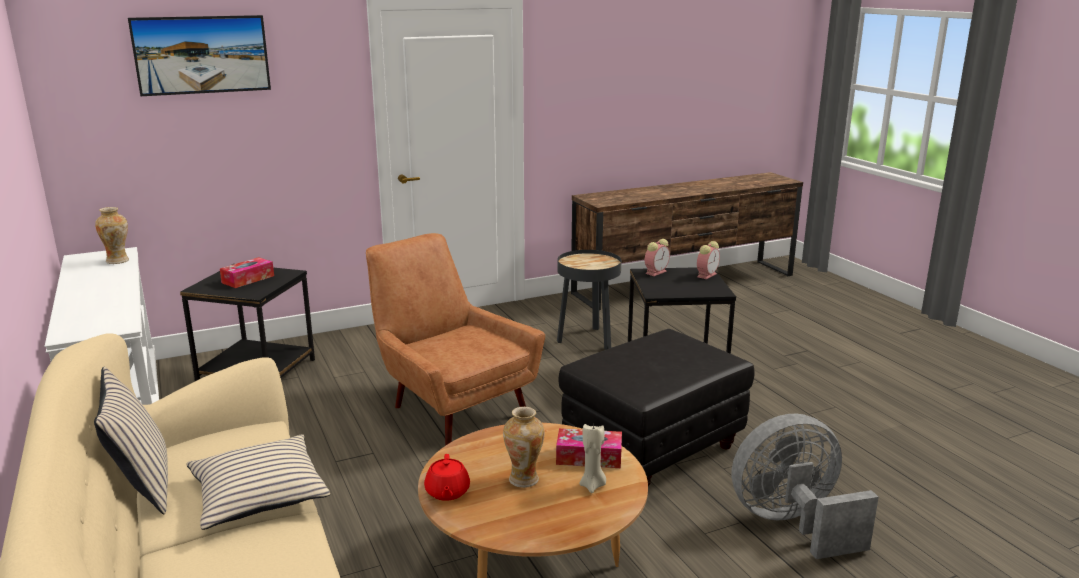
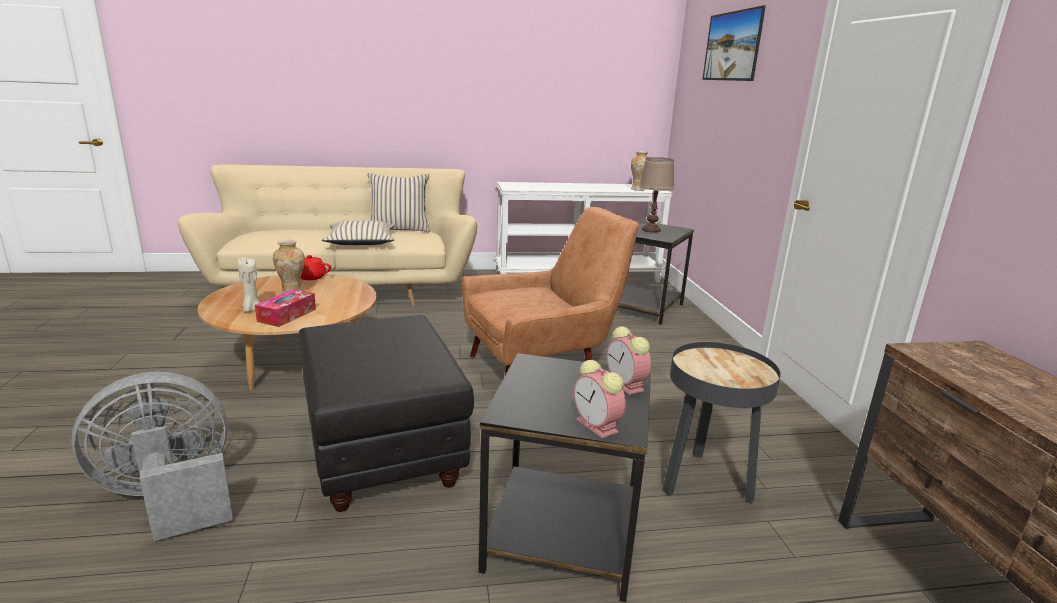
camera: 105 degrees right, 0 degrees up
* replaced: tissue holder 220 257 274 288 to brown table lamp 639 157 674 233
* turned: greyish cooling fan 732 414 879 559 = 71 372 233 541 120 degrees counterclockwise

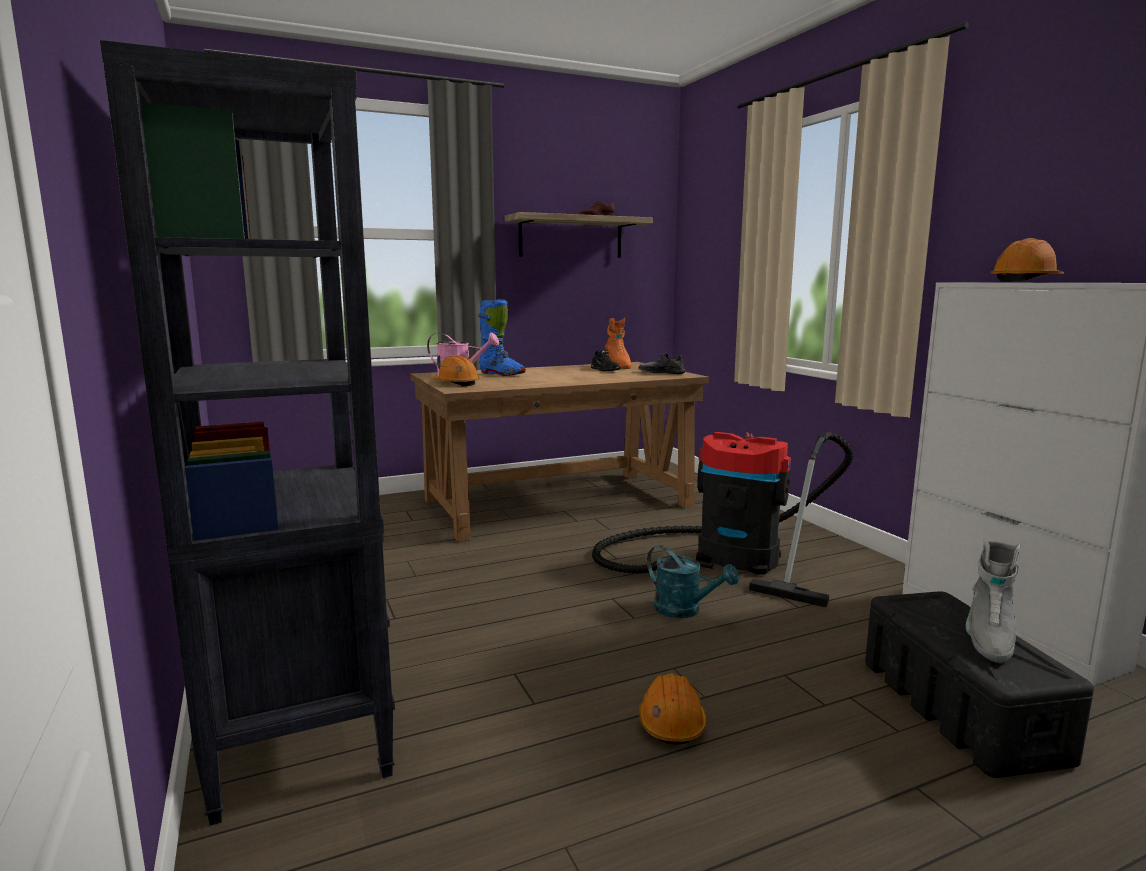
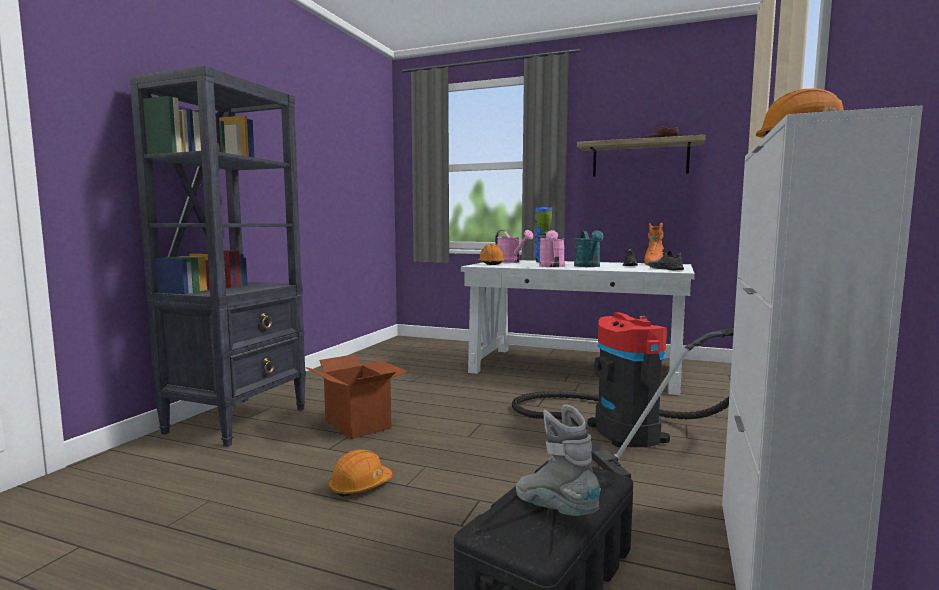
camera: 45 degrees right, 5 degrees down
* recoloured: brown desk 410 362 709 542 to whitish desk 461 260 695 395
* moved: turquoise-coloured watering pot 647 545 739 618 to 574 230 604 267
* turned: greyish tall boot 966 539 1021 663 = 516 404 601 516 75 degrees clockwise
* added: carton 305 354 408 439
* added: pink watering pot 539 230 565 267

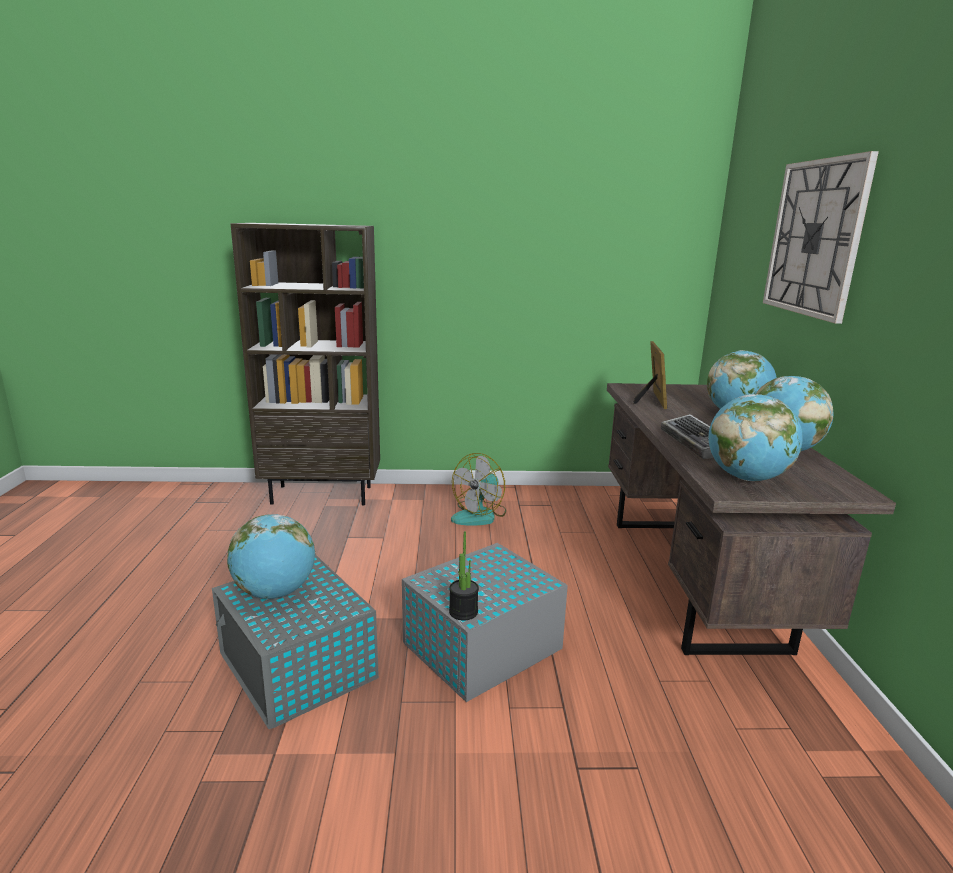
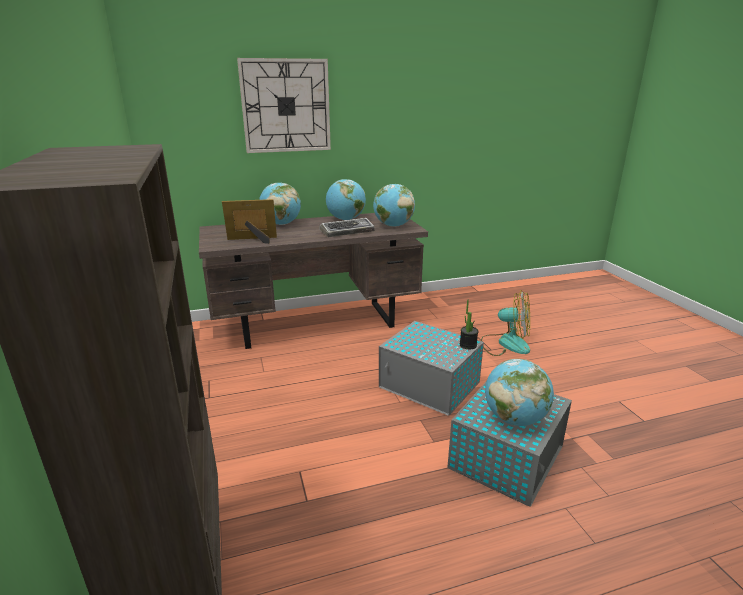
camera: 105 degrees left, 5 degrees up
* moved: cooling fan 451 453 506 526 to 481 290 530 356

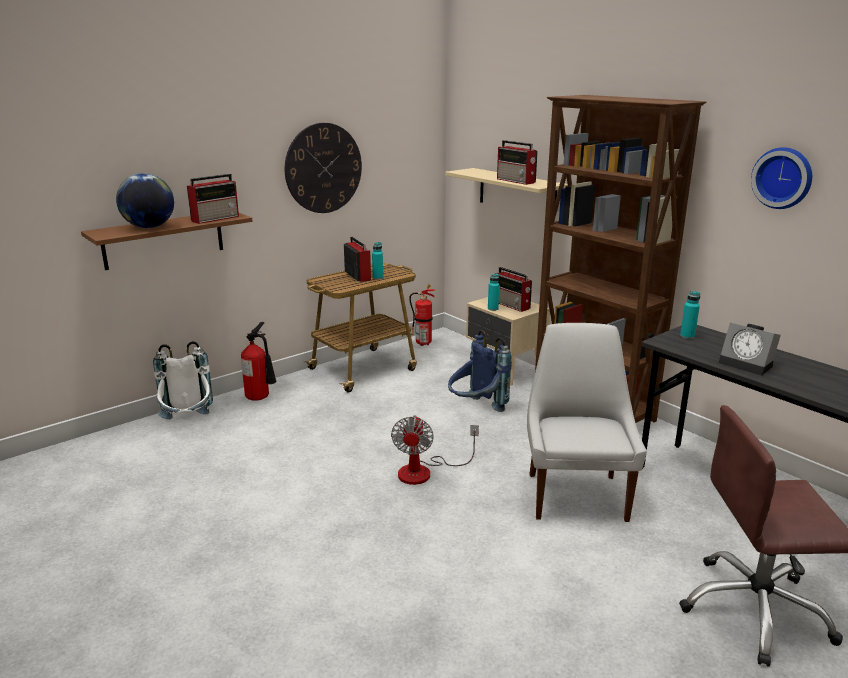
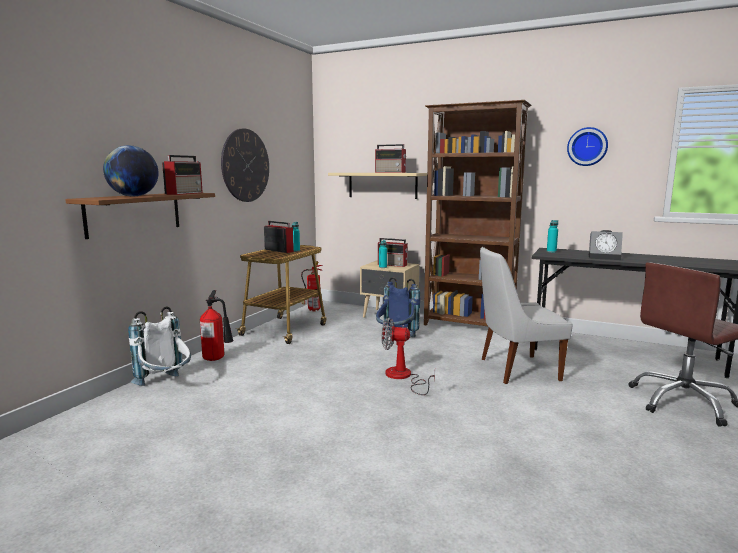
camera: 25 degrees left, 10 degrees down
* turned: cooling fan 391 415 479 485 = 382 318 435 395 120 degrees clockwise
* turned: whitish plain chair 527 323 647 522 = 480 247 572 384 75 degrees counterclockwise

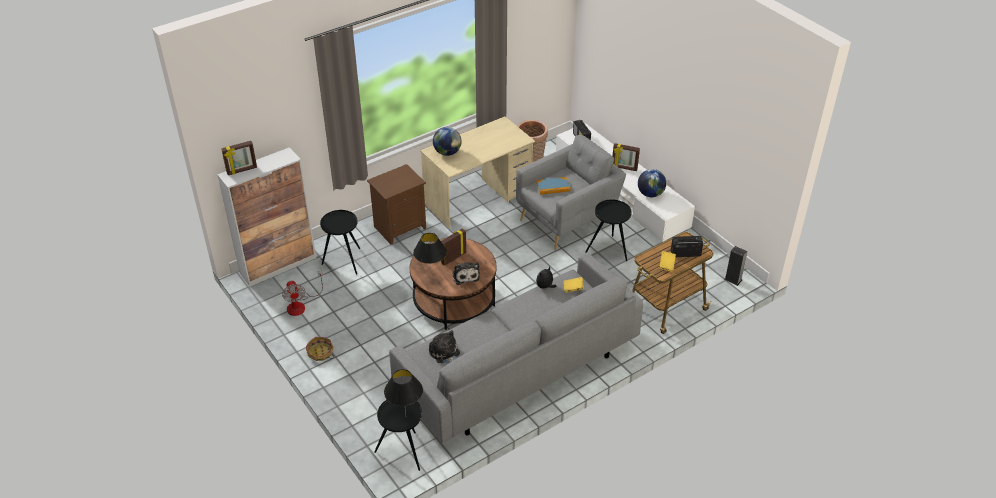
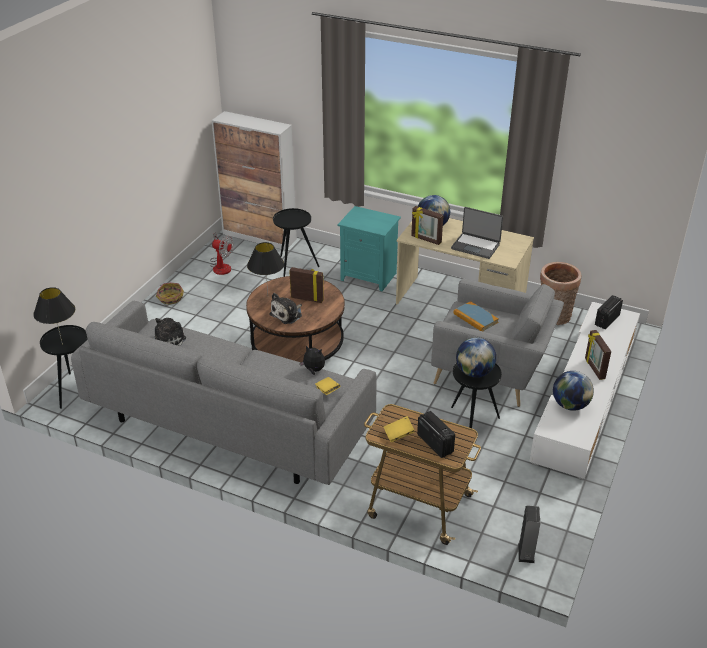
camera: 60 degrees right, 5 degrees down
* moved: standing frame 221 141 257 175 to 411 206 443 245
* turned: cooling fan 282 270 323 316 = 210 232 233 275 105 degrees counterclockwise
* recoloured: brown bedside table 367 164 426 244 to turquoise-coloured bedside table 338 206 401 291
* added: portable computer 451 207 503 259
* added: globe 456 337 496 377

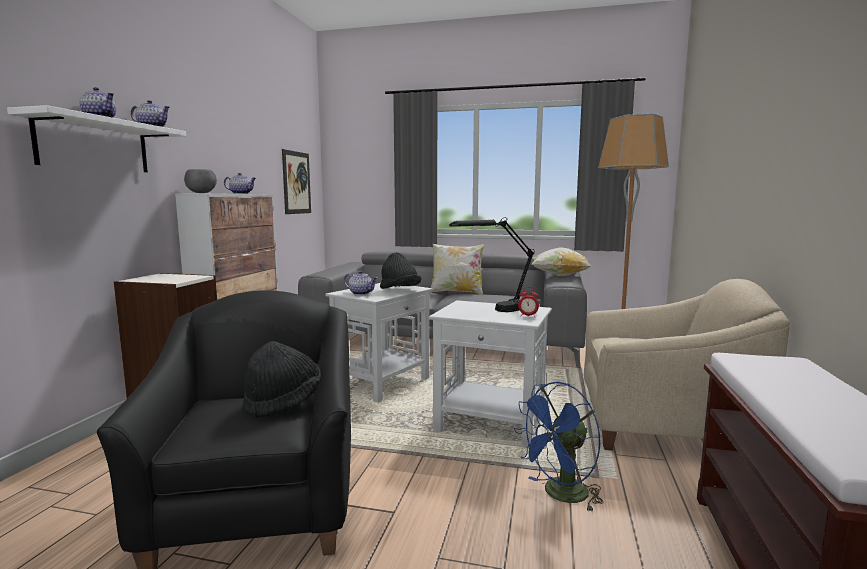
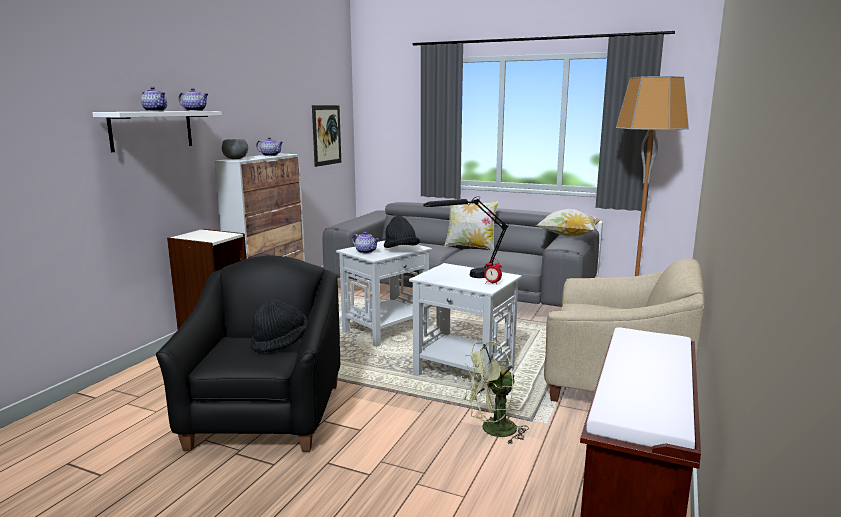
camera: 10 degrees right, 5 degrees up
* recoloured: blue cooling fan 514 382 603 511 to green cooling fan 461 342 529 445

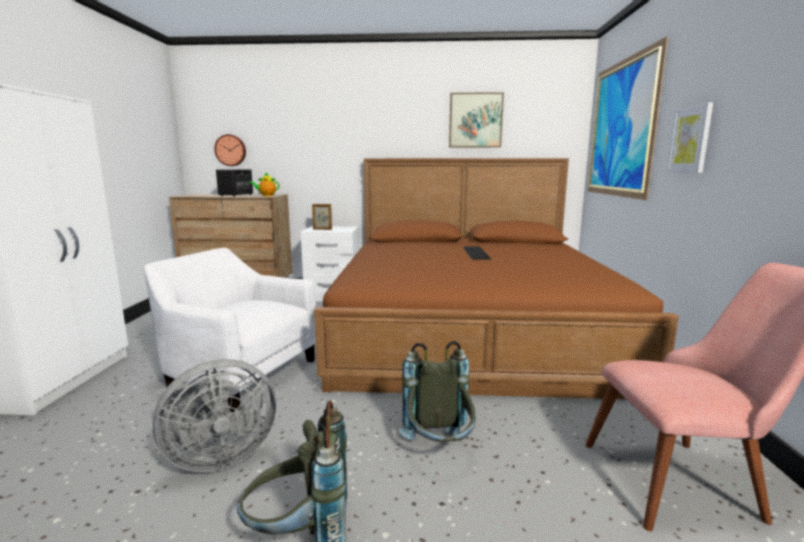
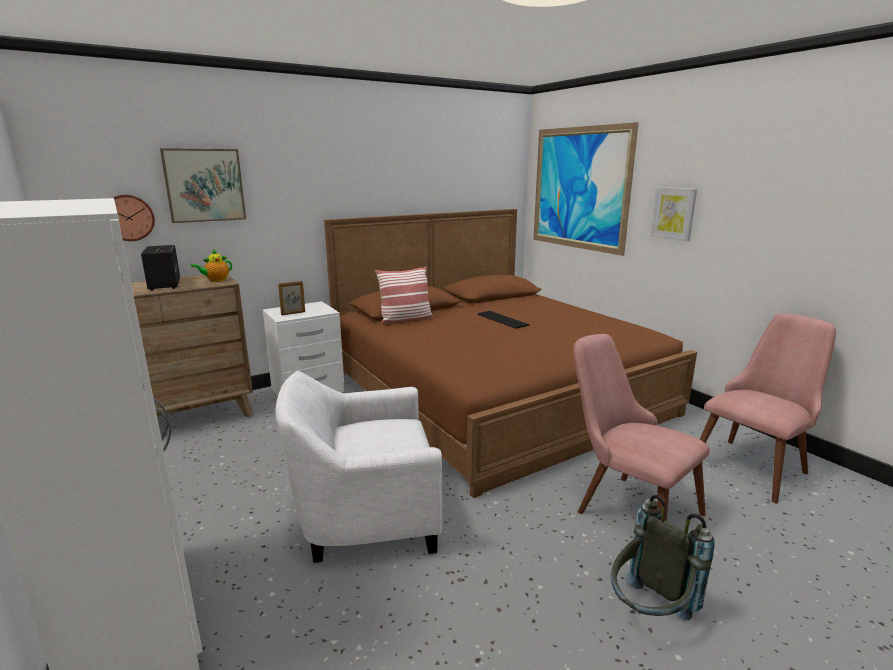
camera: 35 degrees left, 5 degrees up
* removed: greyish cooling fan 153 359 276 472
* replaced: greyish backpack 399 341 476 442 to pink plain chair 573 334 710 522
* moved: wall picture 449 92 504 147 to 160 148 246 223
* added: pillow 375 267 434 324

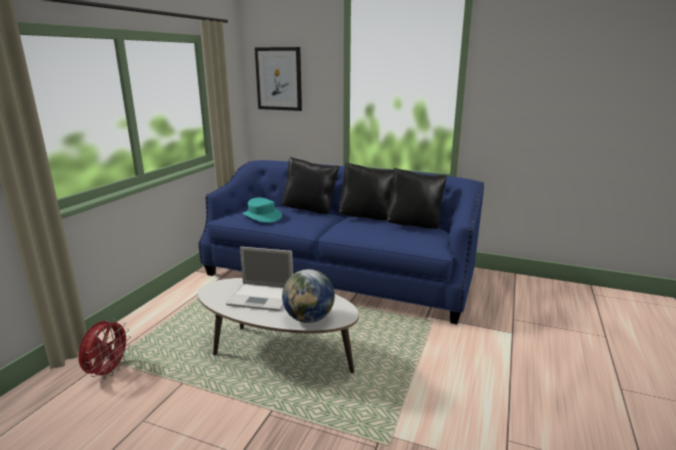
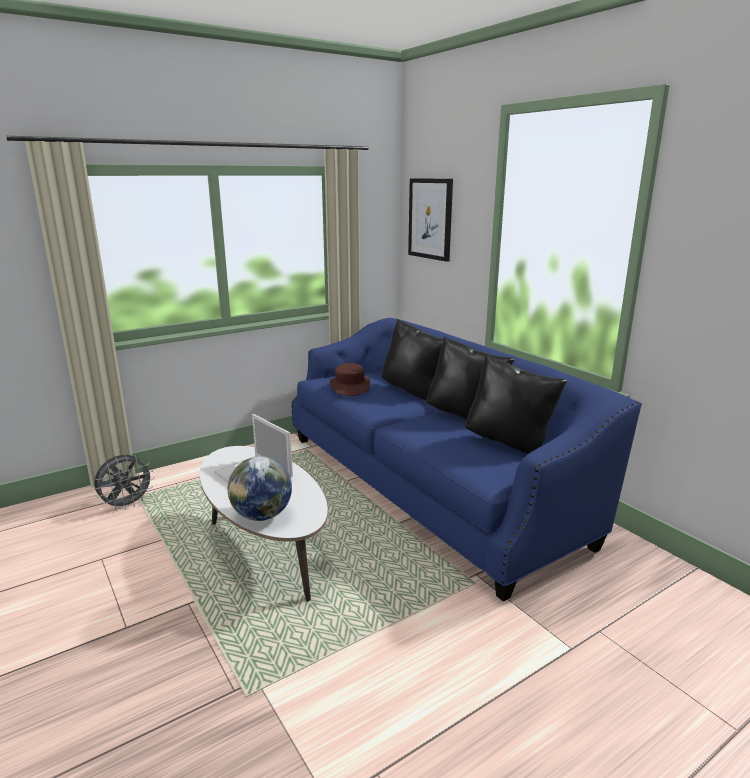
camera: 35 degrees right, 0 degrees up
* recoloured: red-coloured cooling fan 78 319 131 379 to greyish cooling fan 94 455 155 510
* recoloured: turquoise-coloured wearable hat 243 197 282 223 to brown wearable hat 330 363 370 396

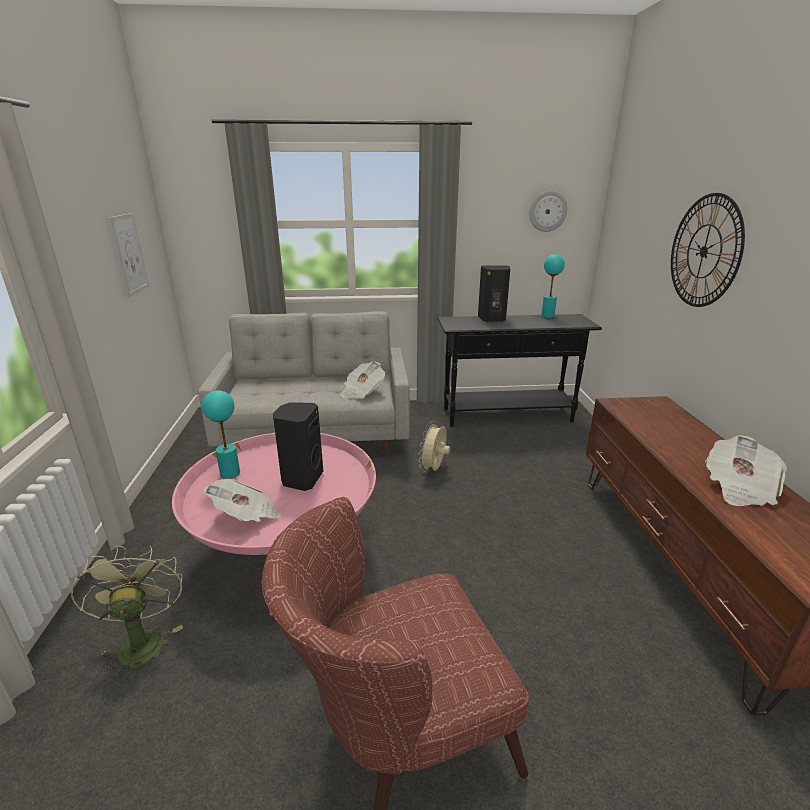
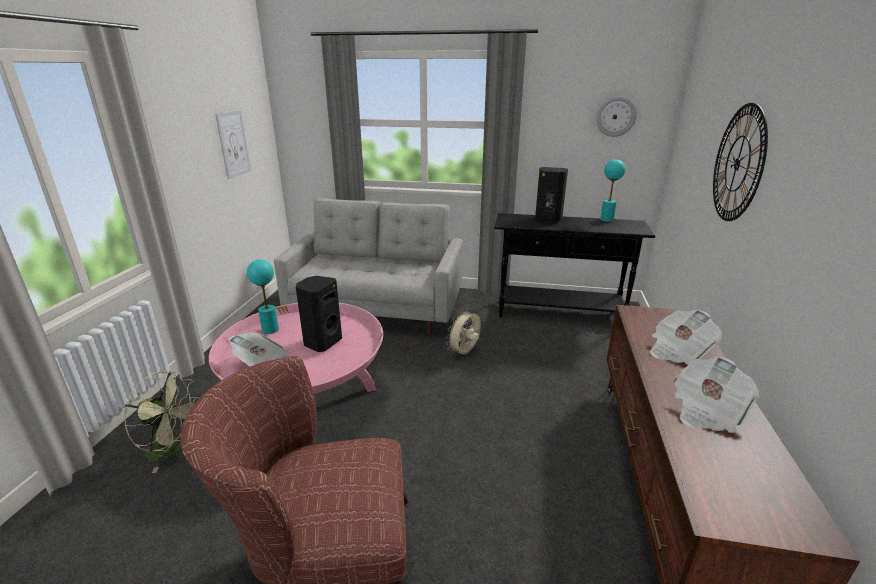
camera: 15 degrees right, 0 degrees up
* turned: green cooling fan 70 546 183 682 = 125 371 198 473 105 degrees clockwise
* moved: printed paper 340 362 385 399 to 650 310 722 365

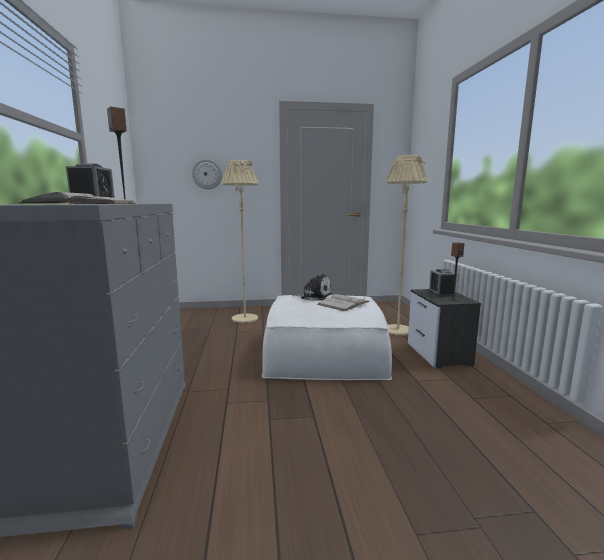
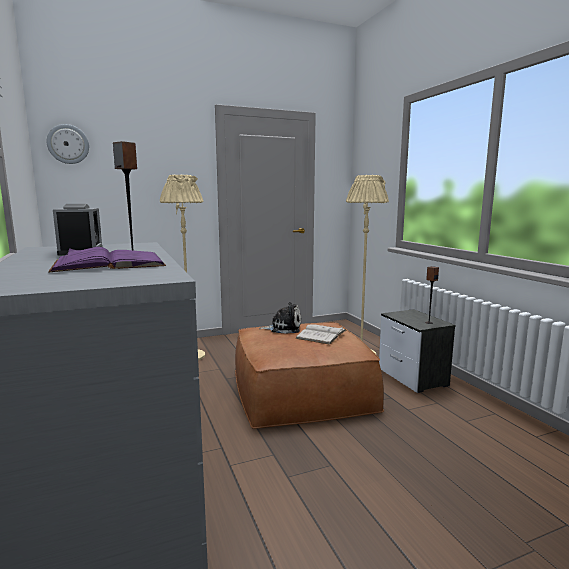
camera: 15 degrees left, 0 degrees up
* recoloured: whitish book 19 192 136 204 to purplish book 48 247 166 273
* moved: hanging clock 192 159 222 189 to 47 124 89 164
* recoloured: whitish footrest 262 295 392 380 to brown footrest 235 322 384 429
* removed: bedside clock 429 269 457 297

